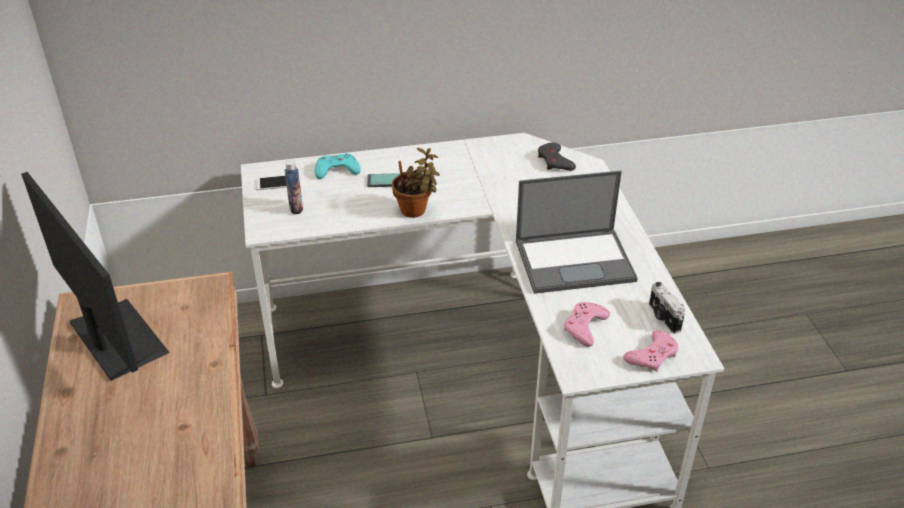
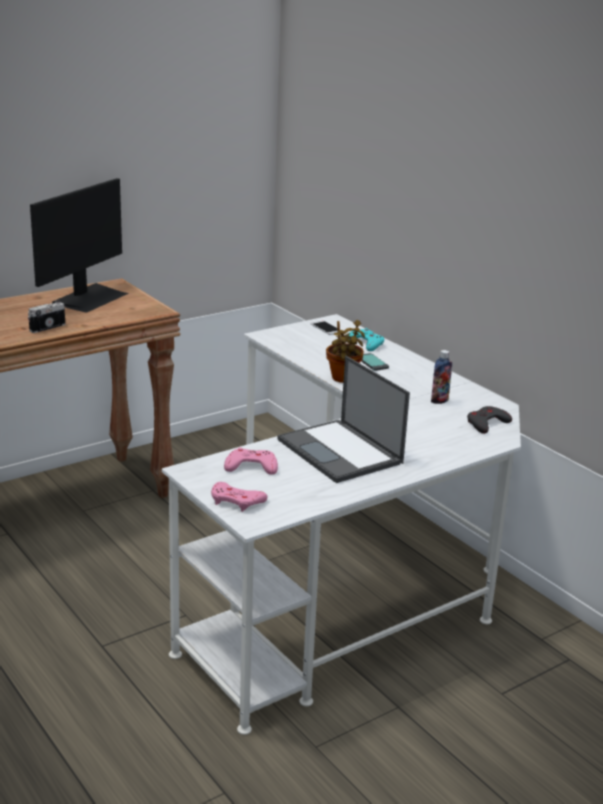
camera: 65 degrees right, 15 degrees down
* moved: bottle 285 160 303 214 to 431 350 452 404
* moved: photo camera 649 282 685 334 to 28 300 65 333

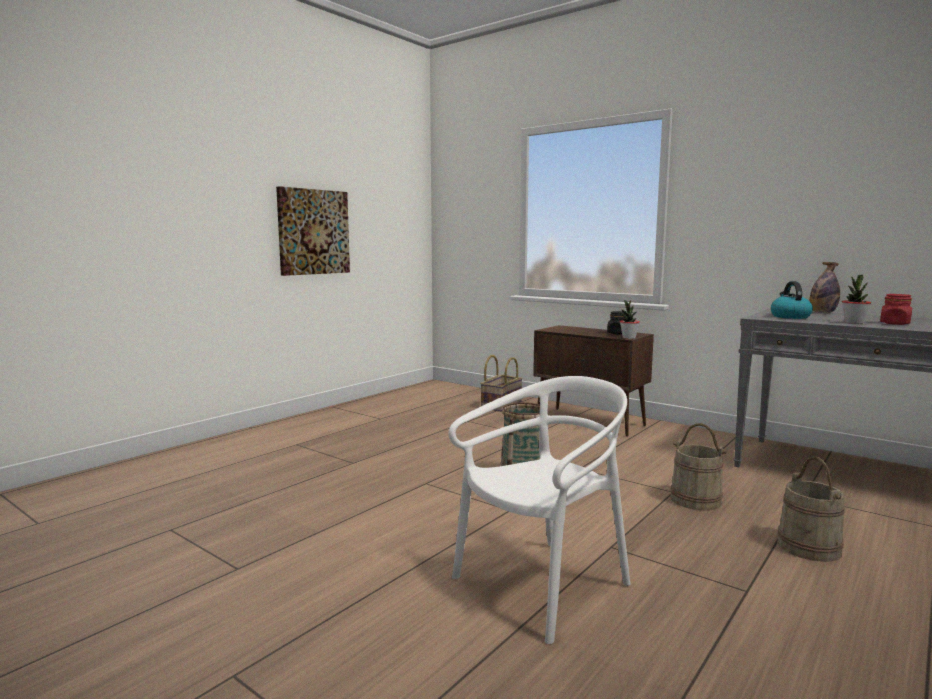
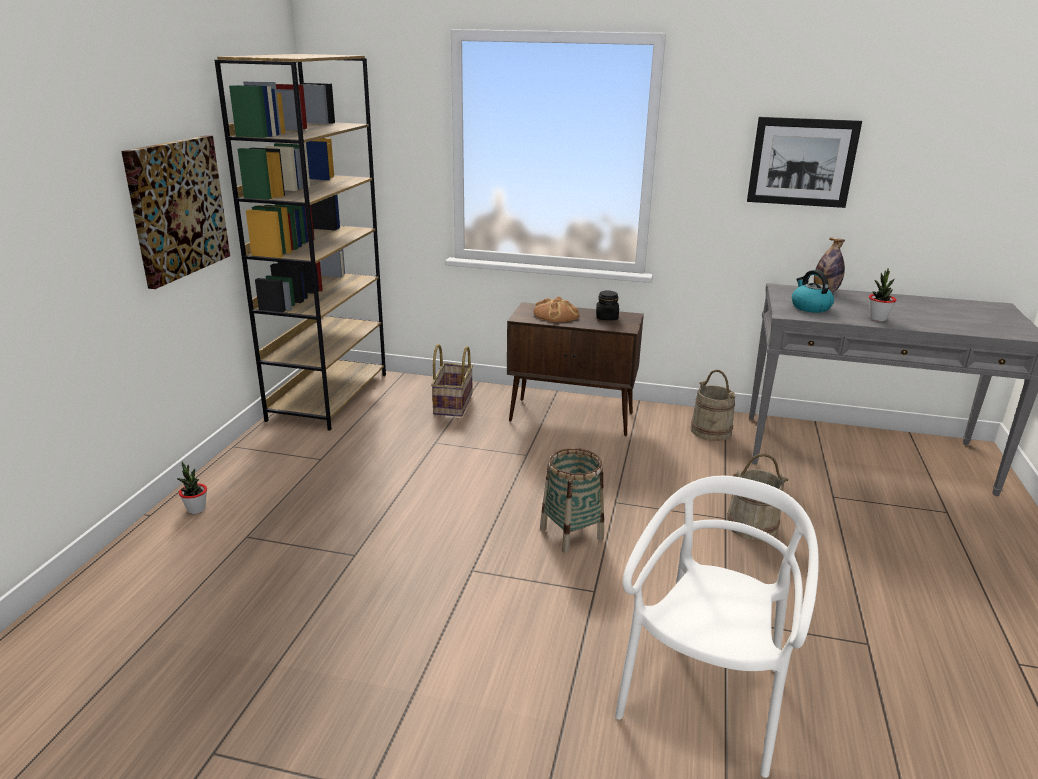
camera: 25 degrees left, 15 degrees up
* moved: houseplant 620 300 640 339 to 177 462 207 514
* moved: beige bucket 777 457 845 562 to 691 370 735 441
* removed: red-coloured storage jar 880 294 912 325
* added: brown shelving unit 214 54 386 431
* added: baked bread 533 296 579 322
* added: wall picture 747 117 862 208

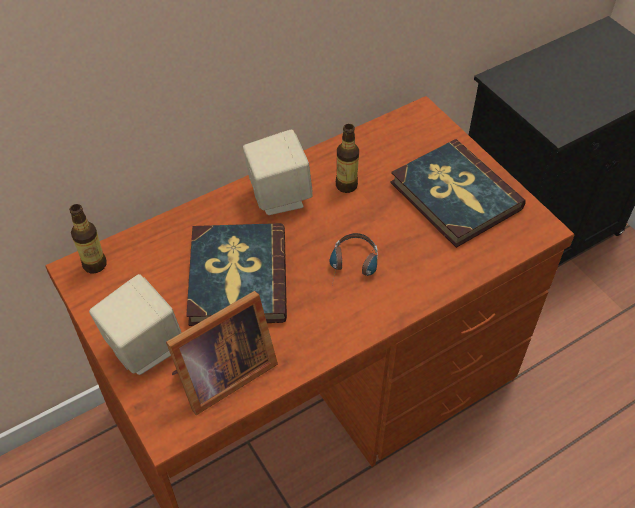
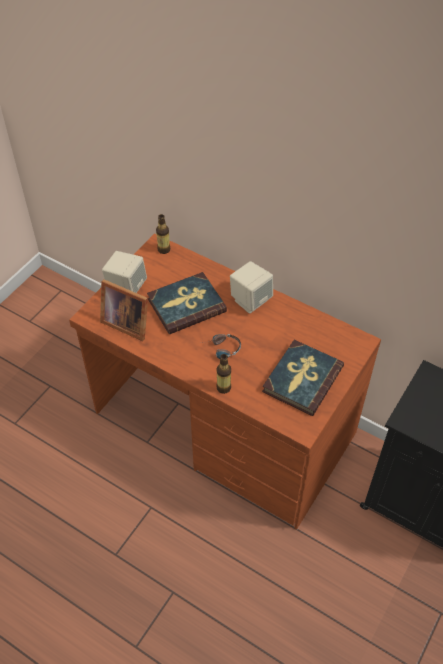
camera: 65 degrees right, 0 degrees up
* moved: bottle 336 124 359 193 to 216 354 231 394

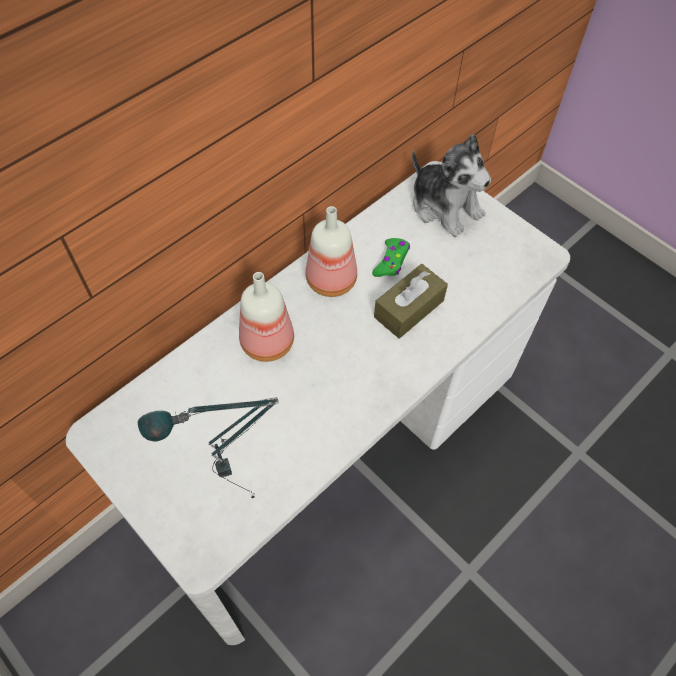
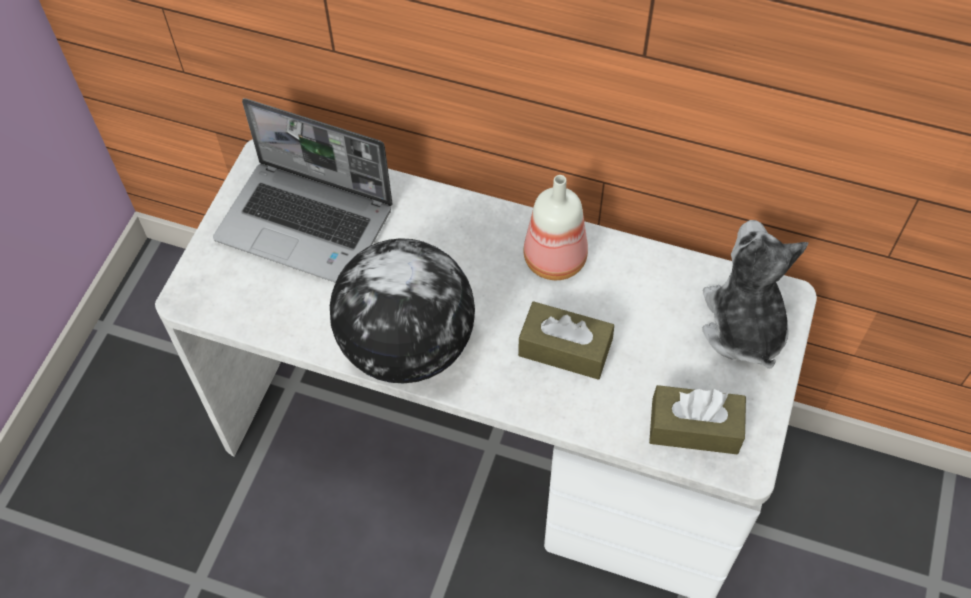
camera: 65 degrees right, 0 degrees up
* removed: table lamp 138 397 279 498
* removed: bottle 239 272 294 362
* removed: green game controller 372 238 410 277
* turned: soft toy 412 134 491 237 = 702 220 809 369 150 degrees clockwise
* added: portable computer 213 98 393 283
* added: globe 330 238 475 383
* added: brown tissue holder 649 385 746 454

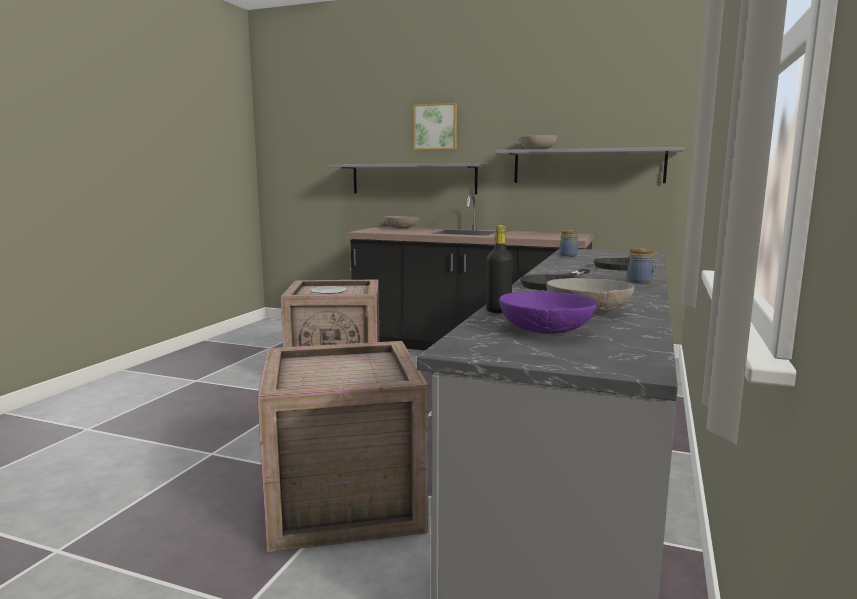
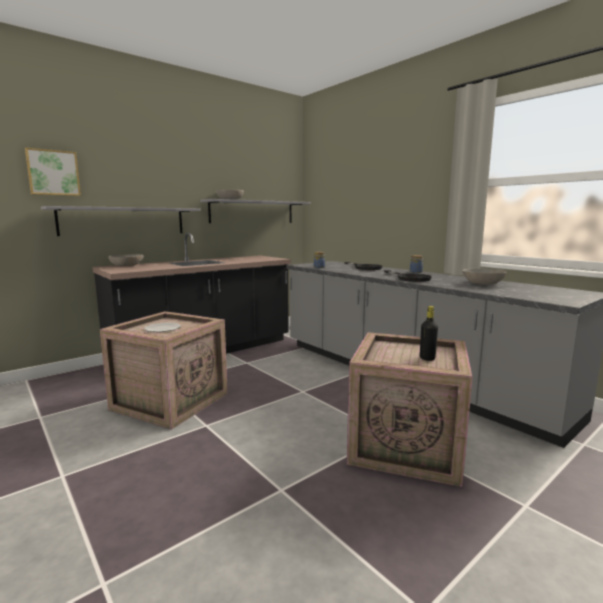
camera: 60 degrees left, 0 degrees up
* moved: wall picture 414 103 457 150 to 25 147 81 196
* moved: black-coloured bottle 486 225 513 313 to 420 306 438 361
* removed: purplish serving bowl 499 291 598 334

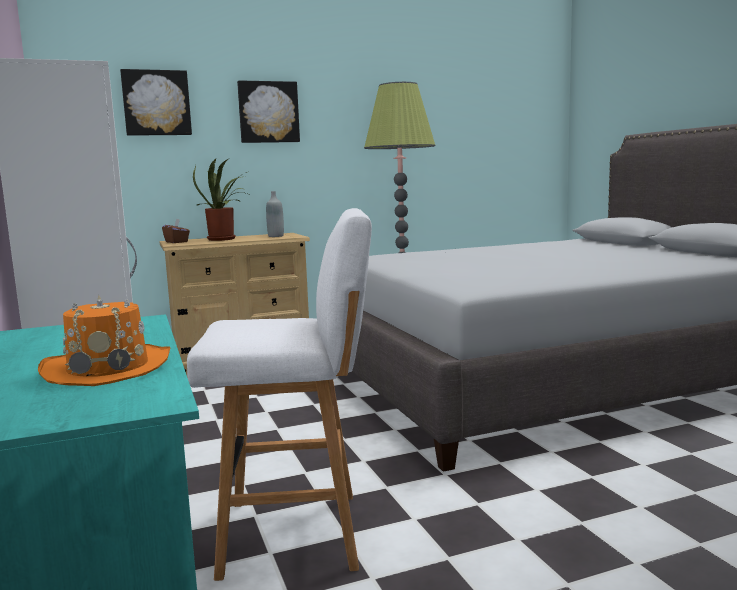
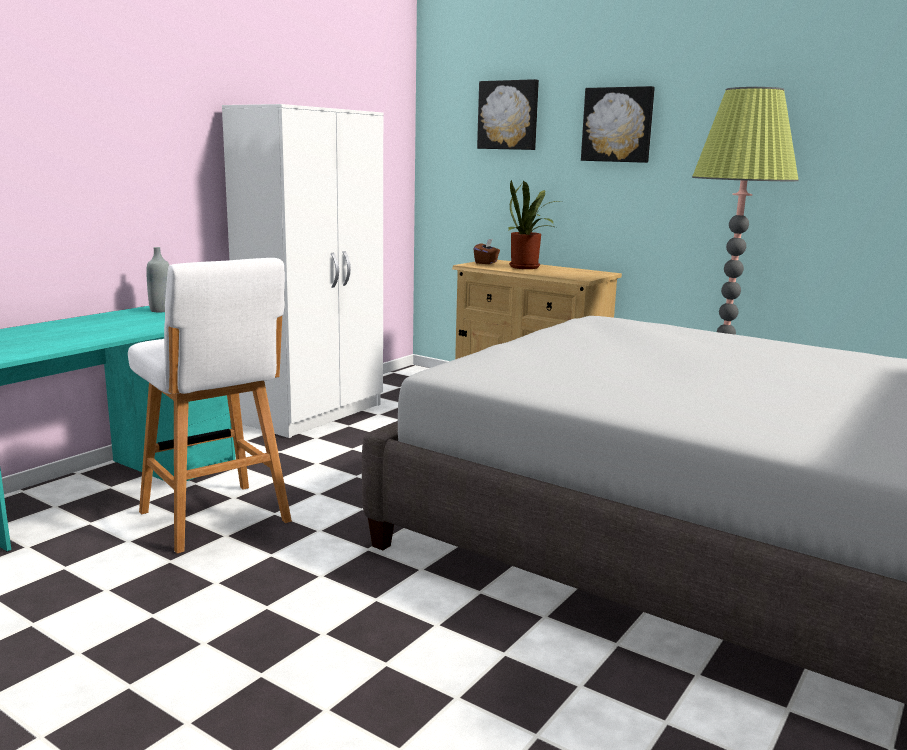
camera: 55 degrees right, 5 degrees up
* removed: orange-coloured wearable hat 38 295 171 386
* moved: greyish bottle 266 191 284 237 to 146 247 169 312

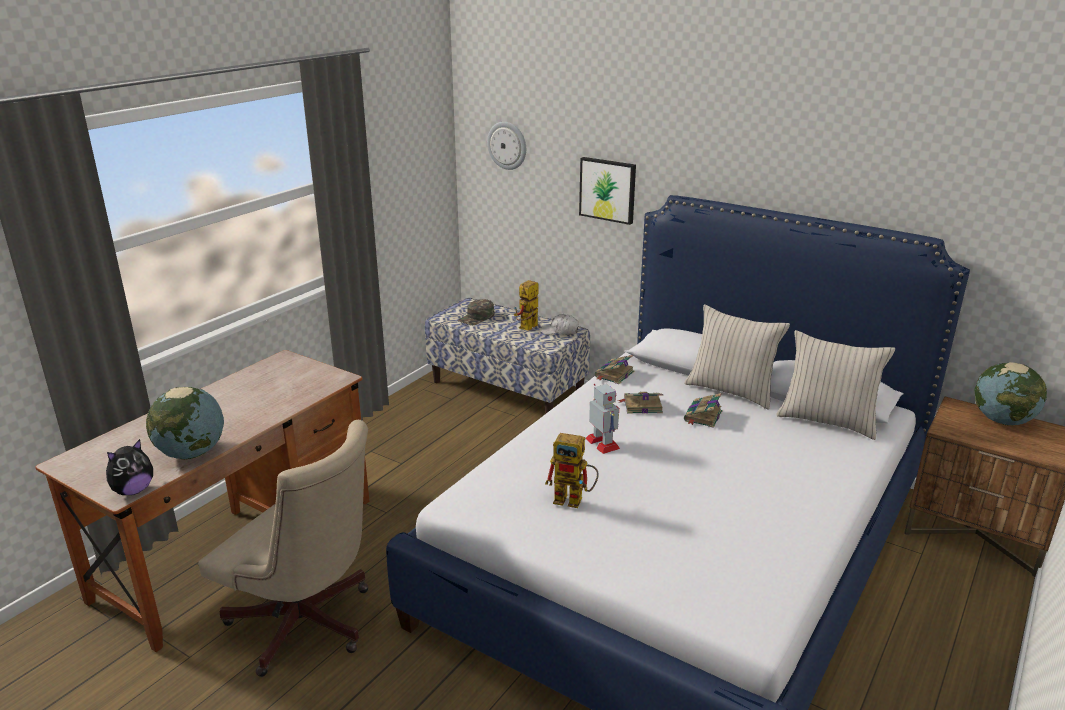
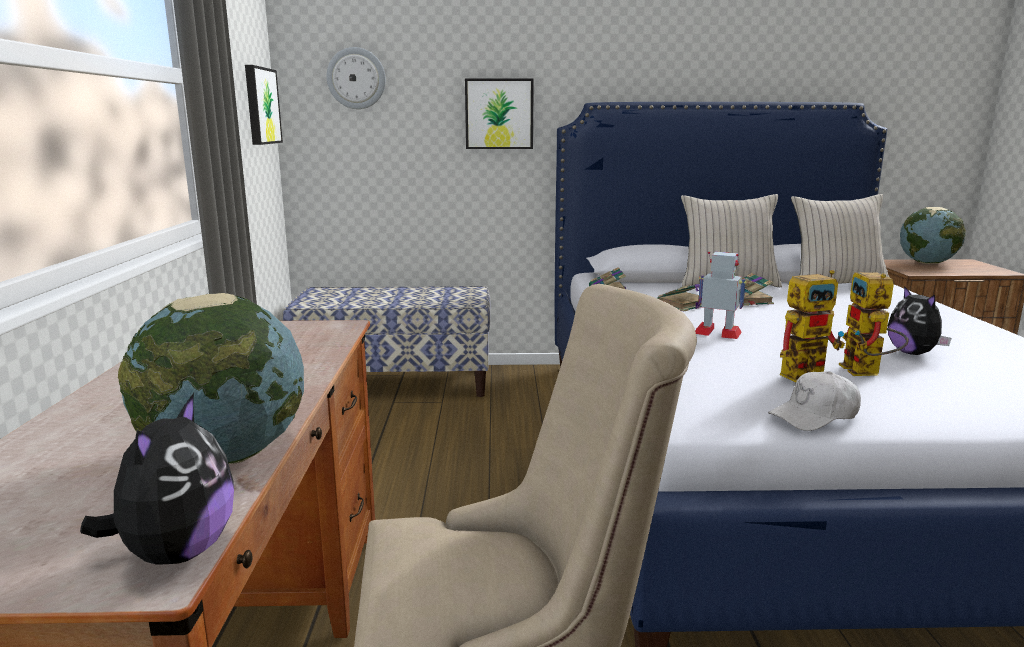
camera: 35 degrees left, 10 degrees down
* removed: green baseball cap 458 299 495 325
* moved: robot figure 514 280 539 331 to 839 272 909 376
* moved: whitish baseball cap 541 314 579 335 to 768 371 861 431
* added: wall picture 245 65 283 145
* added: soft toy 888 286 952 355

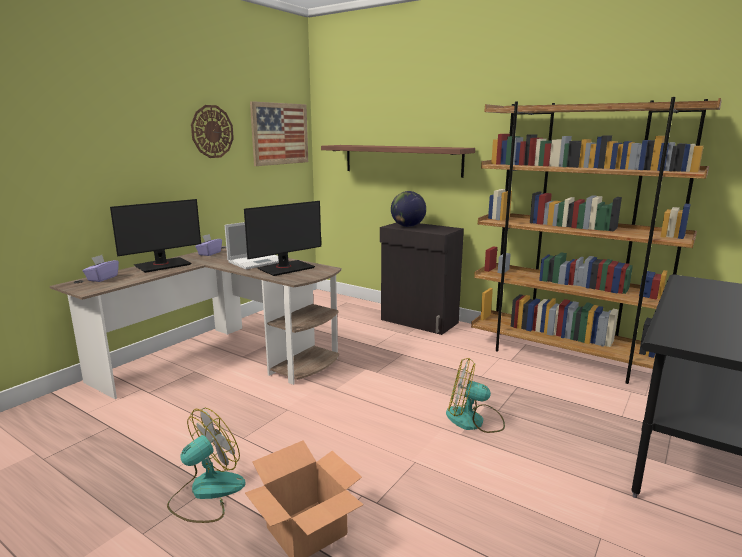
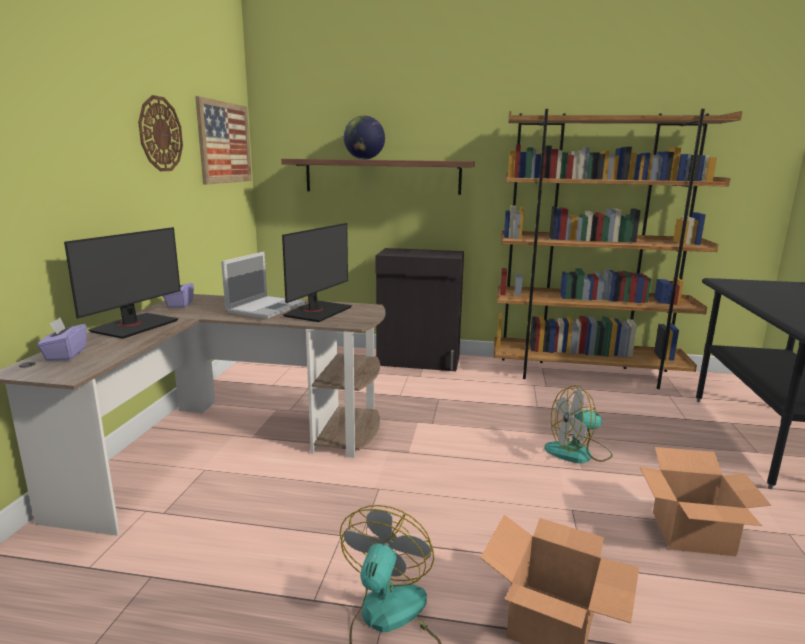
camera: 25 degrees left, 0 degrees up
* moved: globe 391 191 426 227 to 344 116 385 160
* added: carton 640 447 771 556

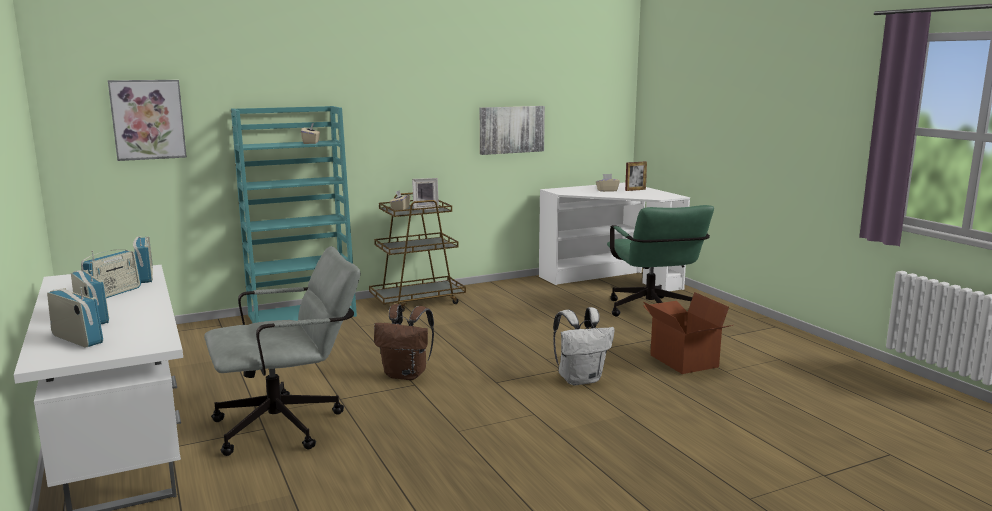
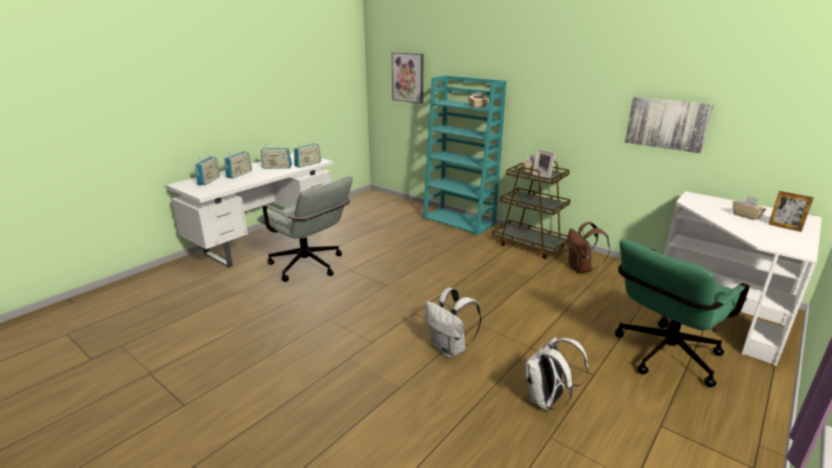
camera: 65 degrees right, 10 degrees up
* moved: brown backpack 374 304 434 380 to 567 222 610 273
* replaced: carton 643 292 733 374 to whitish backpack 525 337 588 410

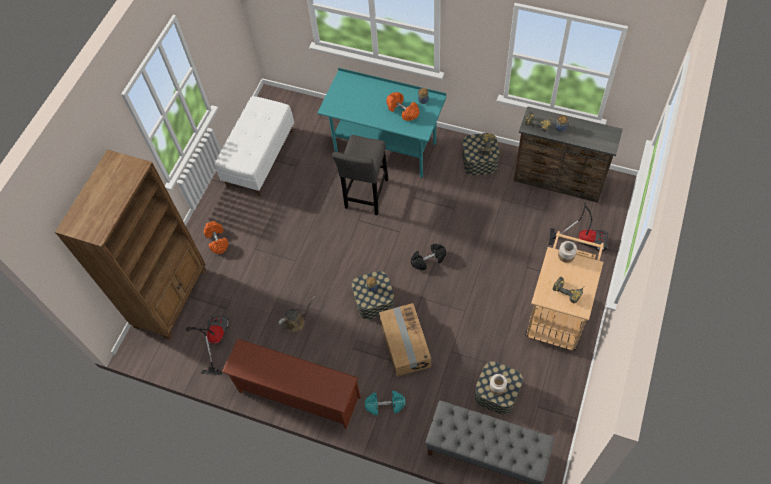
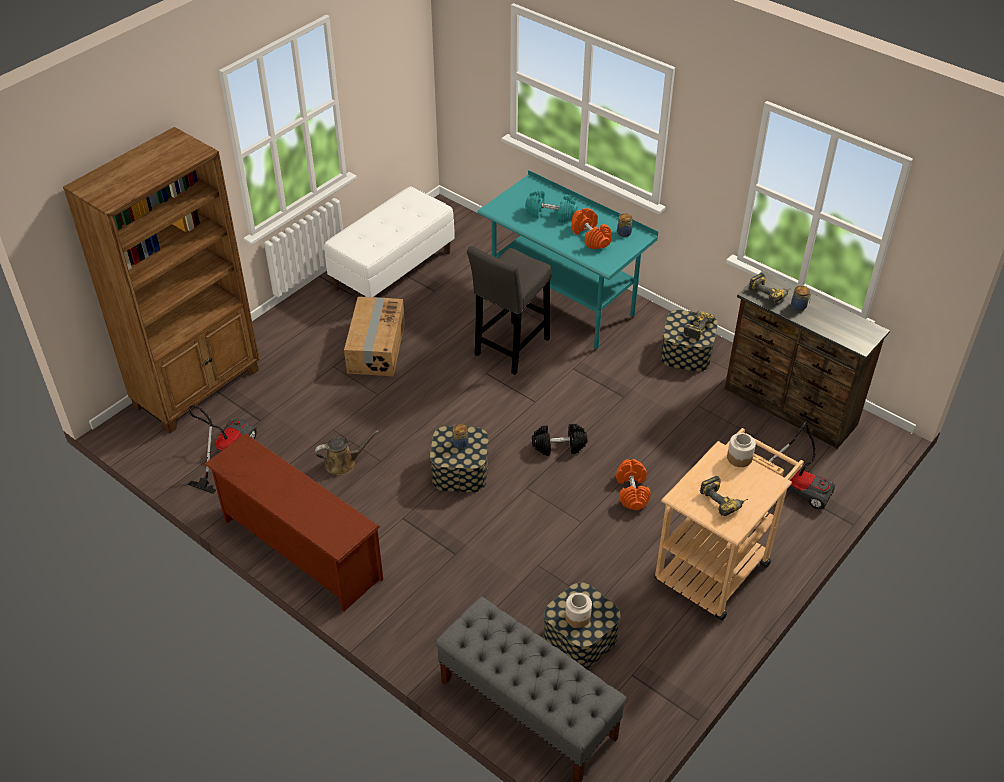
camera: 15 degrees right, 15 degrees down
* moved: orange-coloured free weight 204 221 229 254 to 616 459 651 510
* moved: turquoise-coloured free weight 365 391 406 415 to 525 190 577 223
* moved: carton 379 303 431 376 to 344 297 405 376

